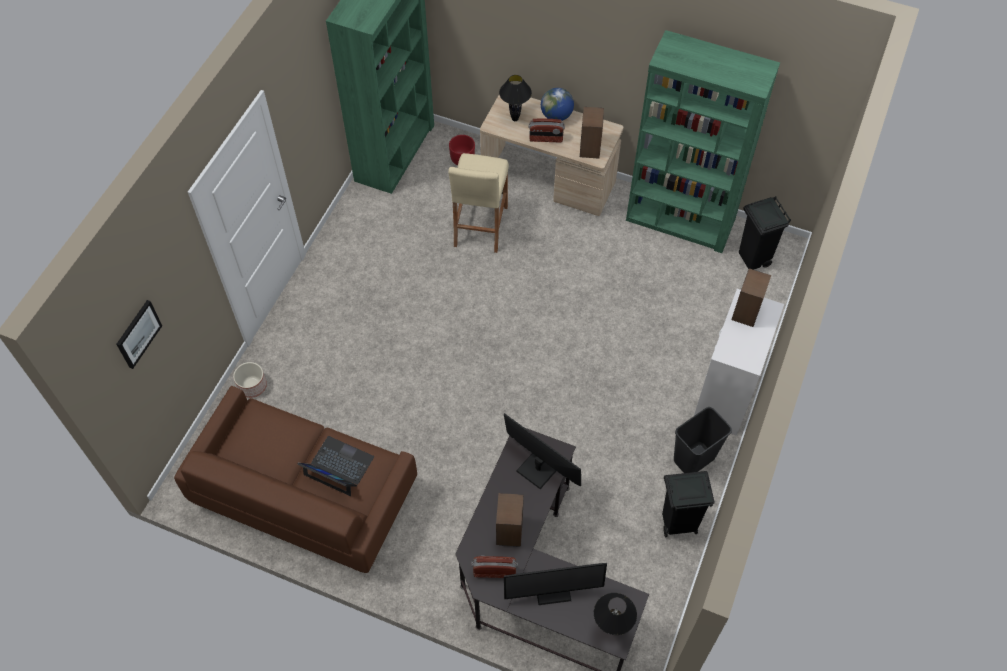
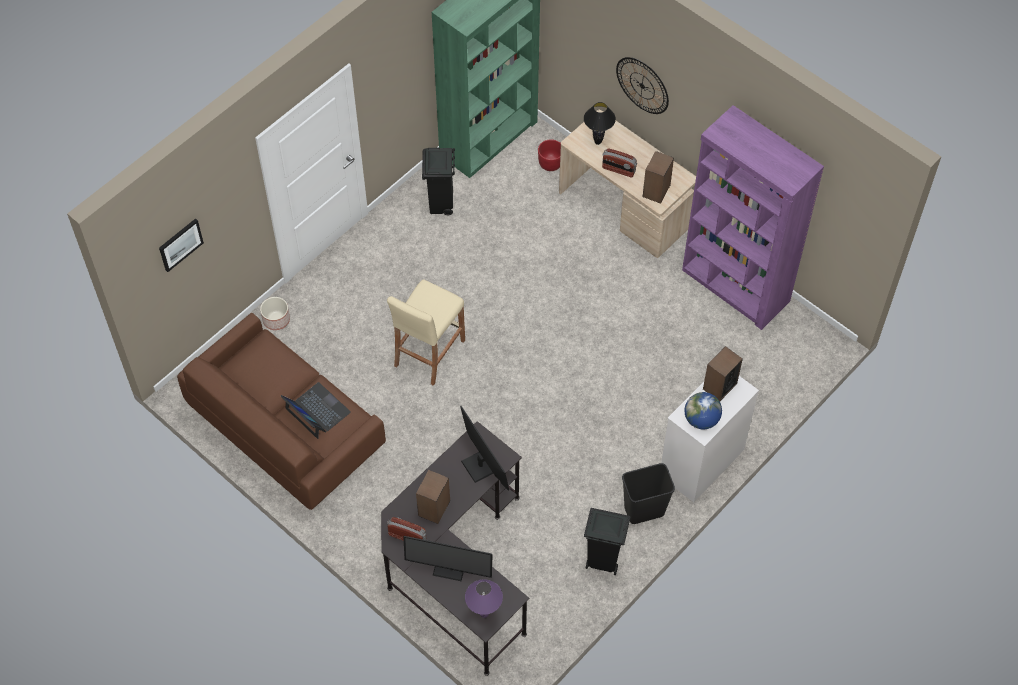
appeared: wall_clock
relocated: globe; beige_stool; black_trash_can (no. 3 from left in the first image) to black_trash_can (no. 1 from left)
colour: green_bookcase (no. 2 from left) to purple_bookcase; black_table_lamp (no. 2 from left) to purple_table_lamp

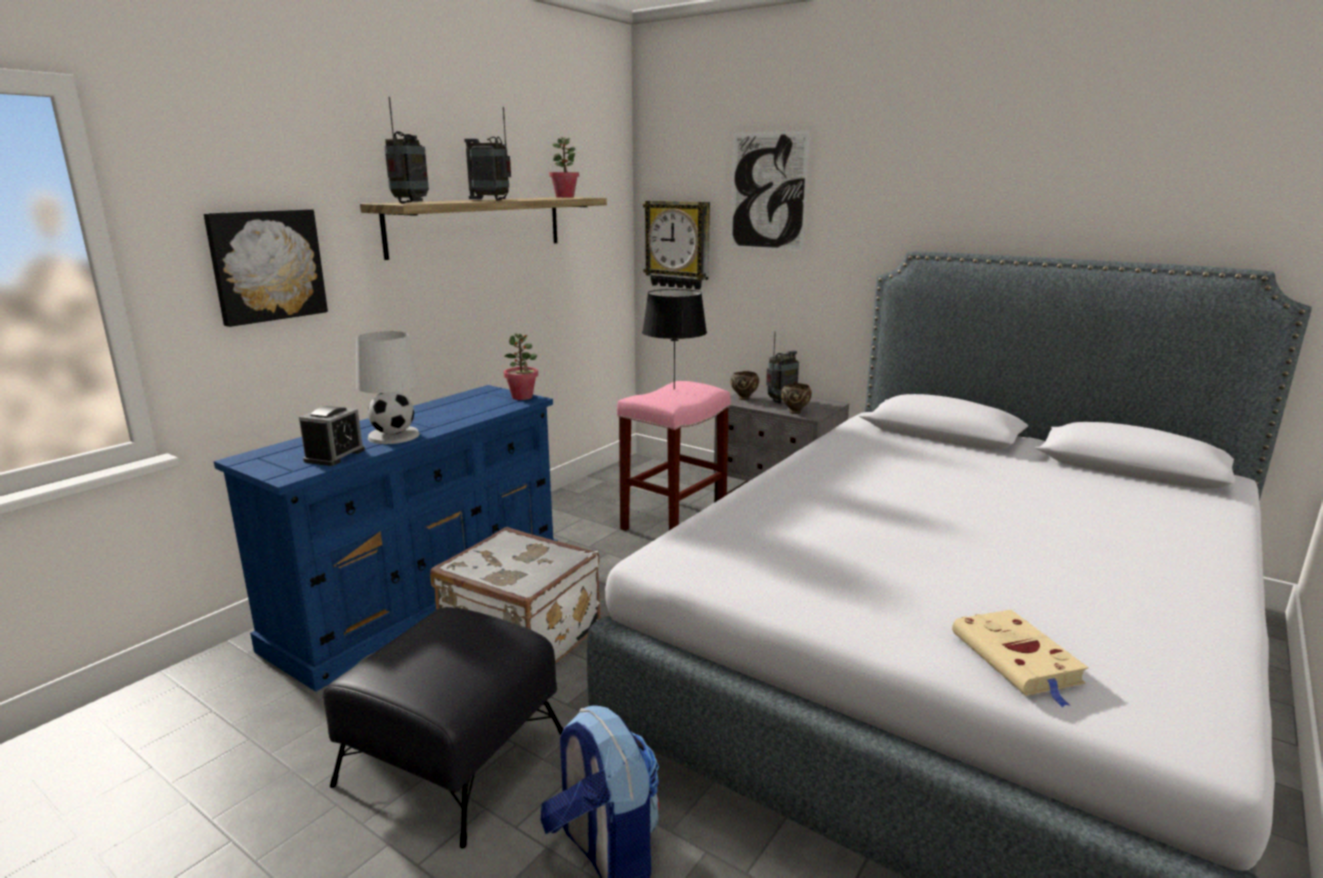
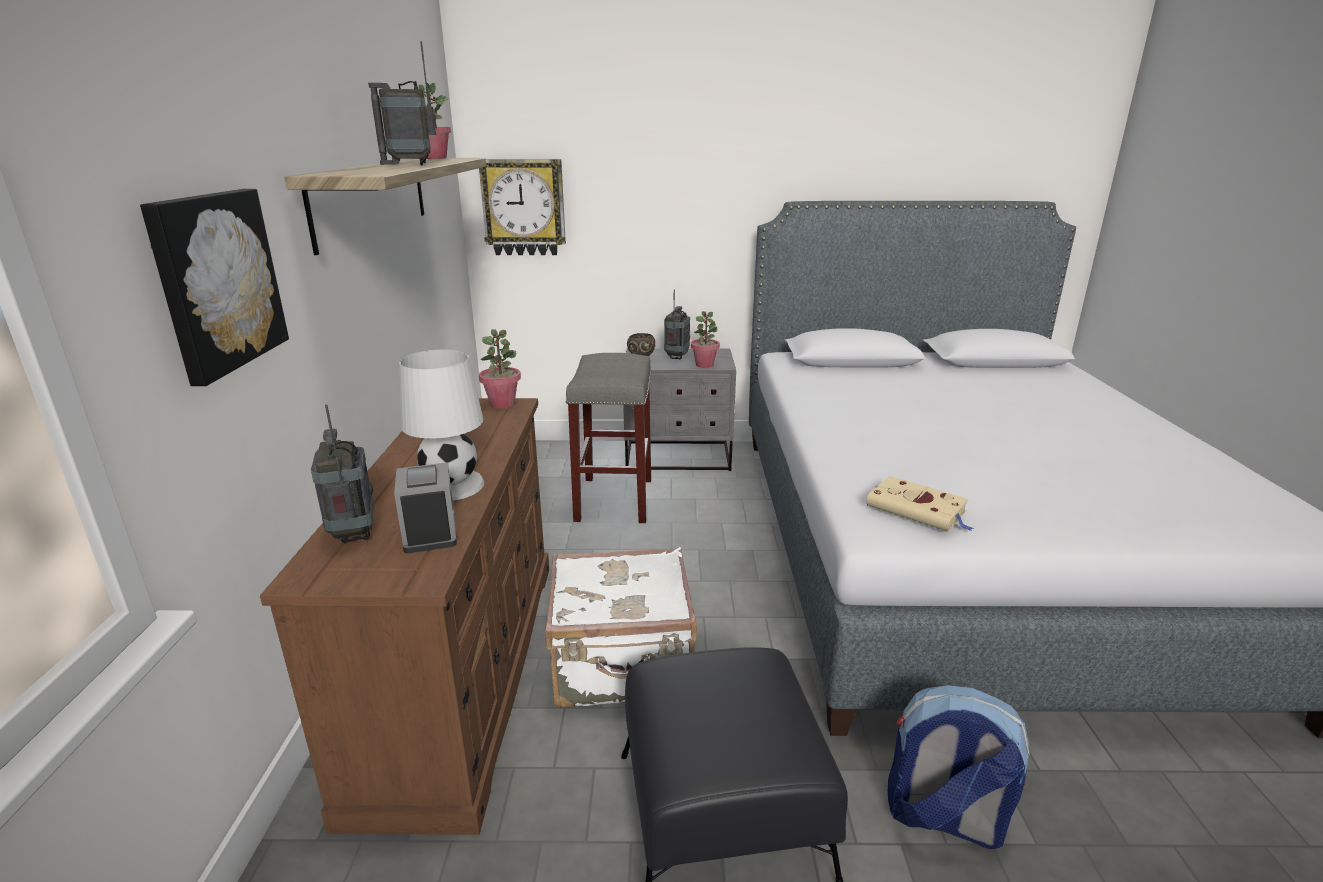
missing: picture (no. 2 from left); black_table_lamp
relocated: radio (no. 1 from left); beige_book
exchanged: brown_bowl (no. 2 from left) to potted_plant (no. 3 from left)
colour: pink_stool to grey_stool; blue_dresser to brown_dresser

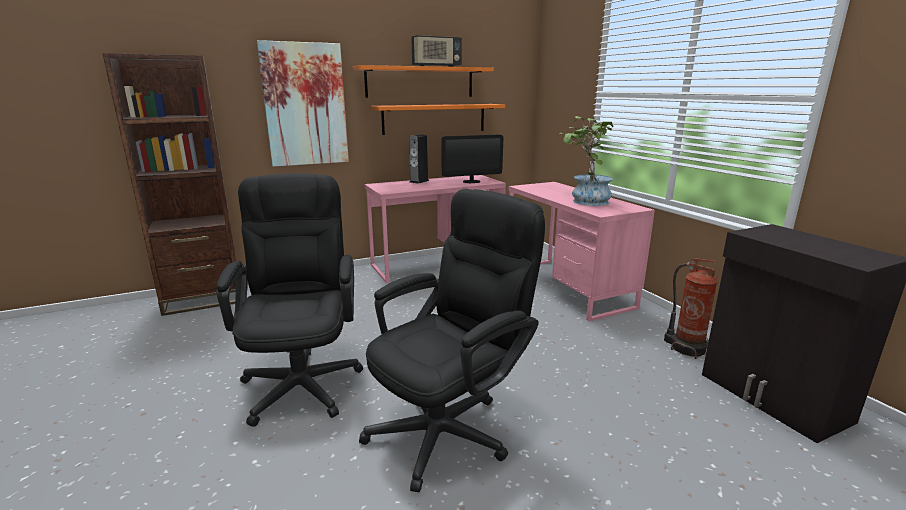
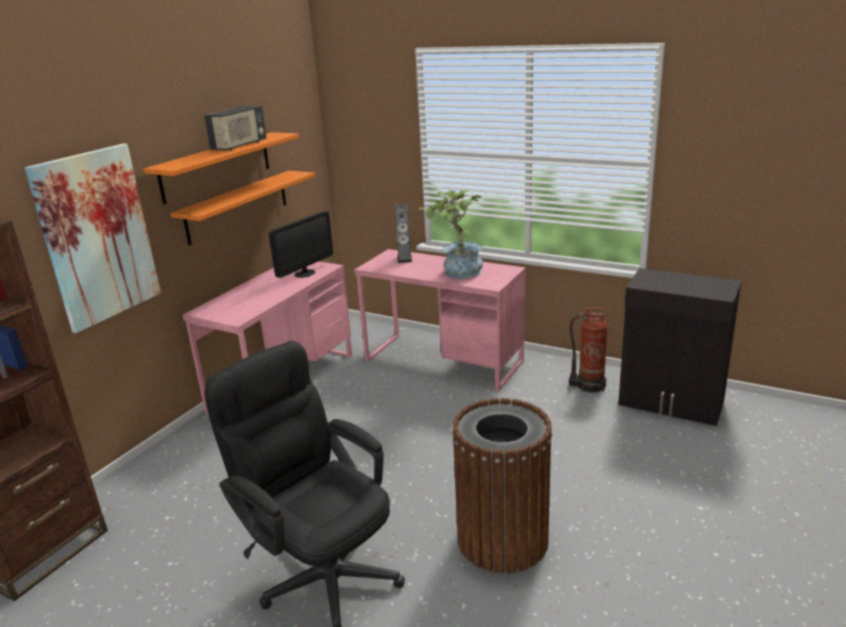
relocated: speaker
exchanged: black_office_chair (no. 2 from left) to brown_trash_can

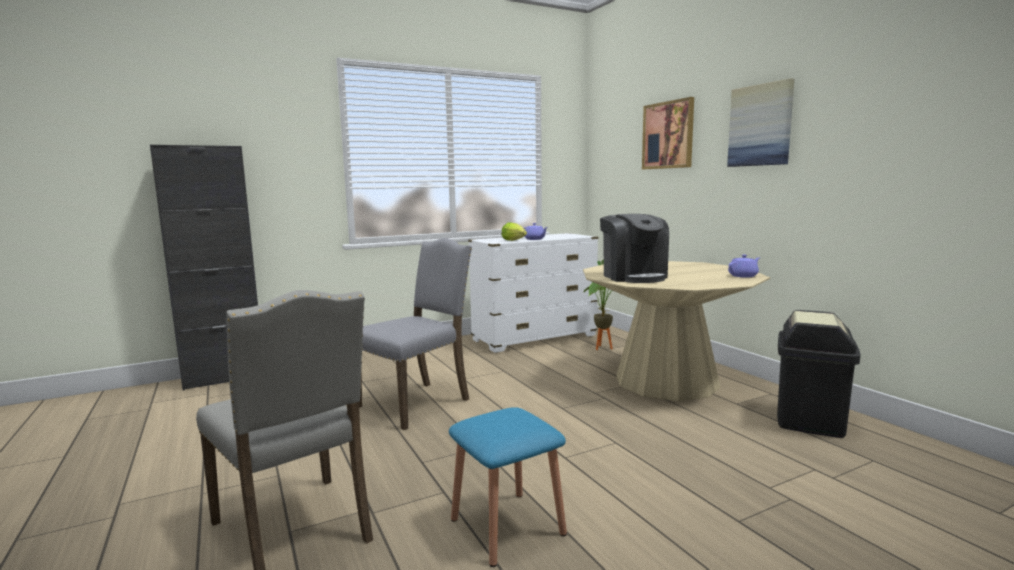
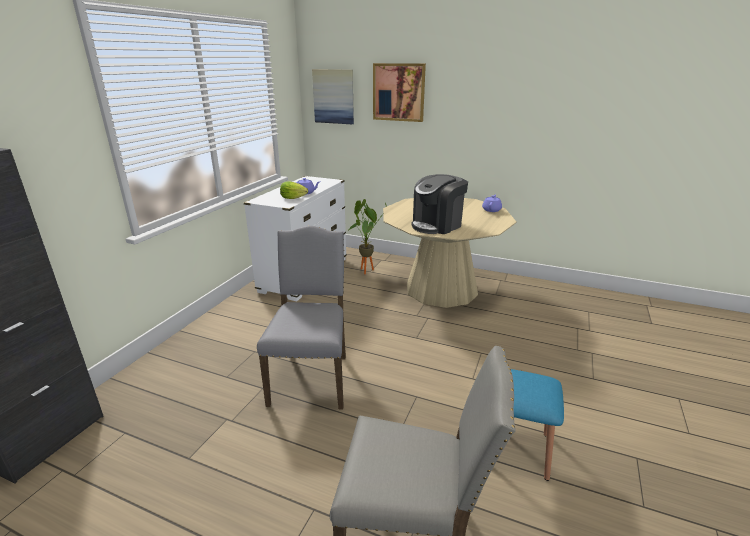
missing: black_trash_can
relocated: picture (no. 2 from left in the first image) to picture (no. 1 from left)
spun: coffee_machine 105 degrees clockwise

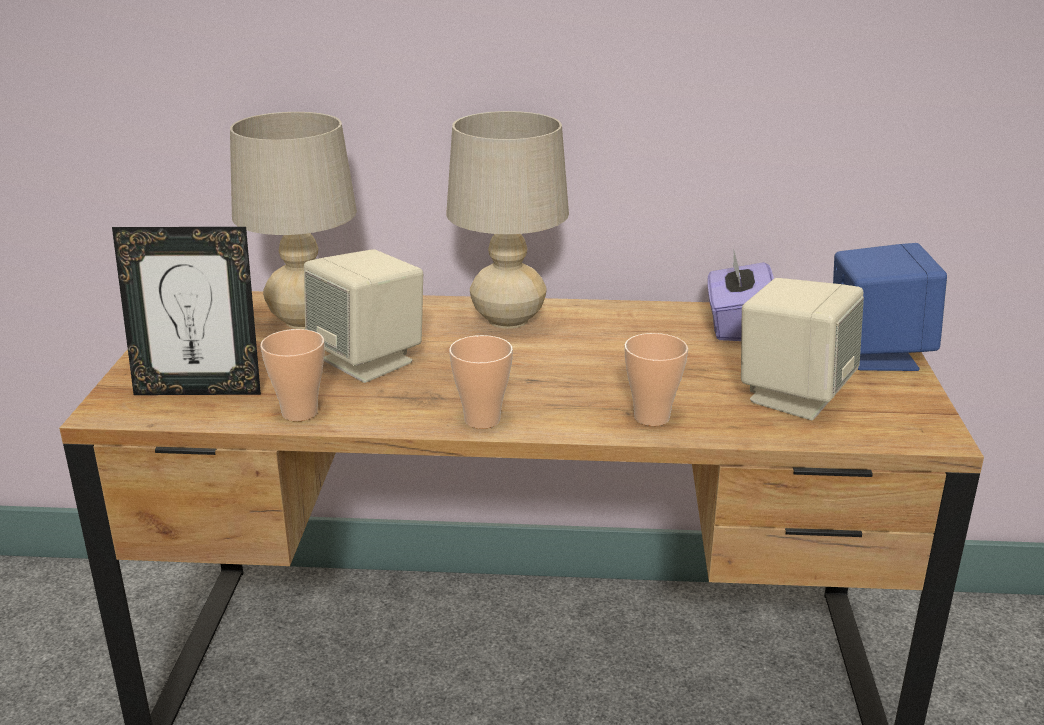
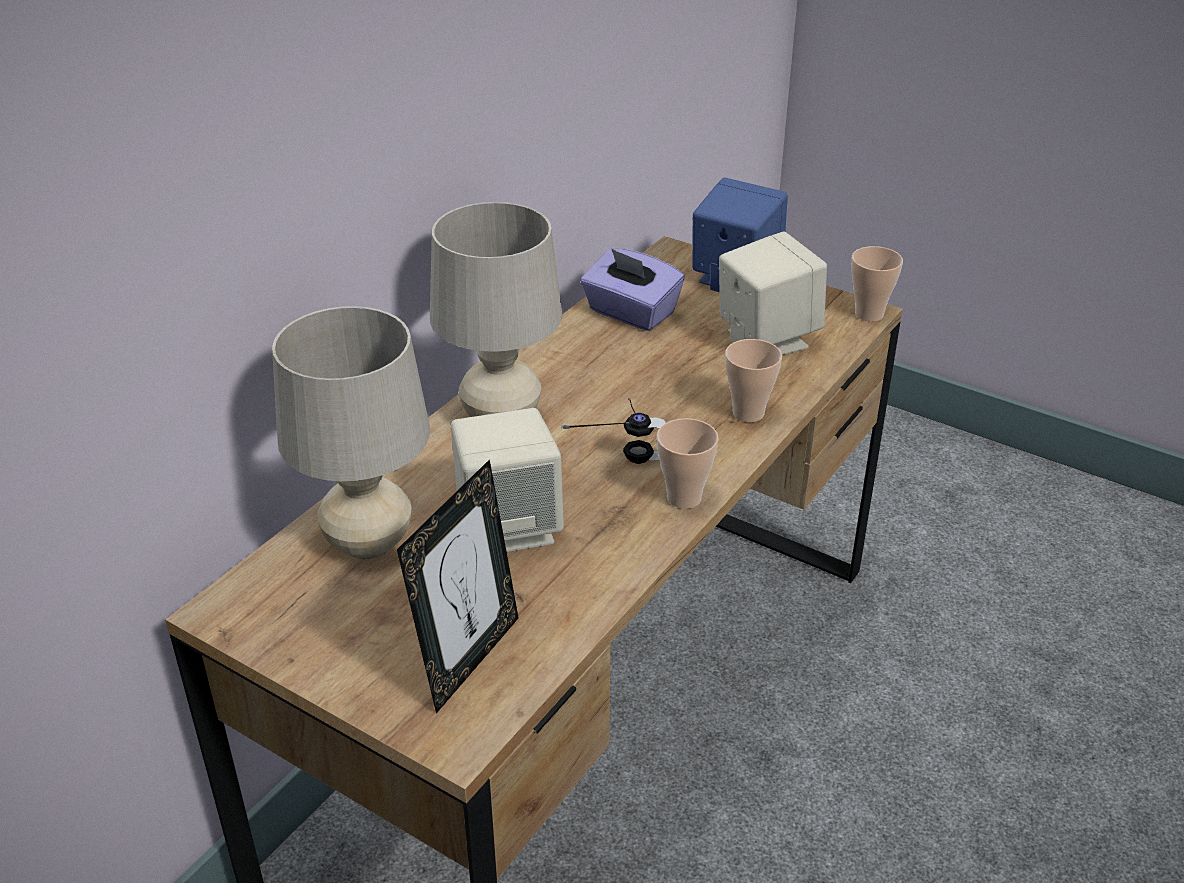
appeared: headphones
relocated: cup (no. 1 from left in the first image) to cup (no. 3 from left)

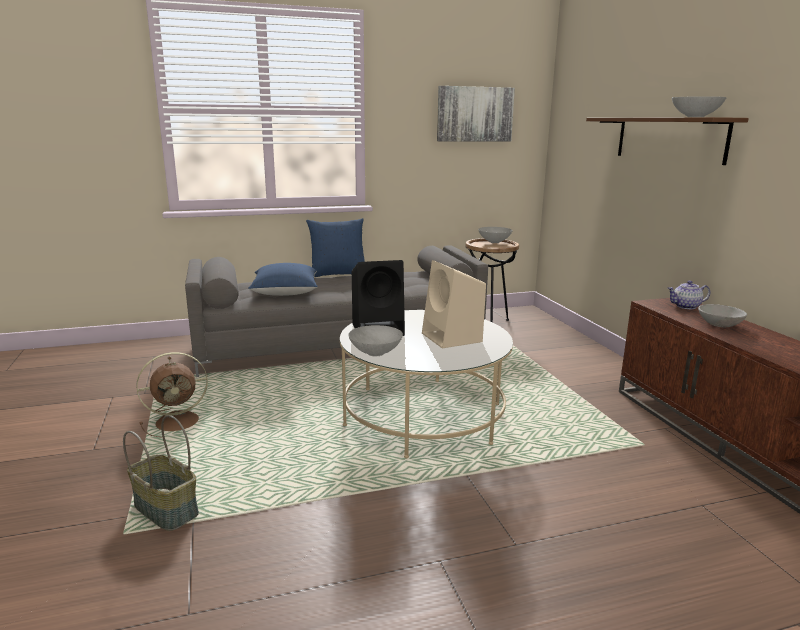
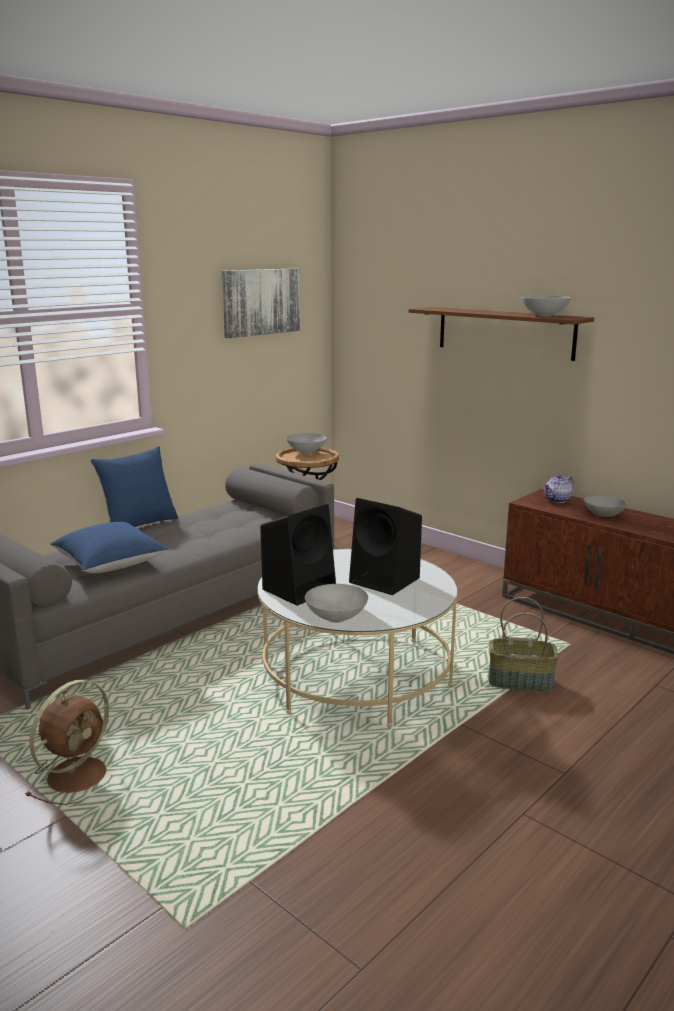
relocated: basket
colour: beige_speaker to black_speaker (no. 2 from left)

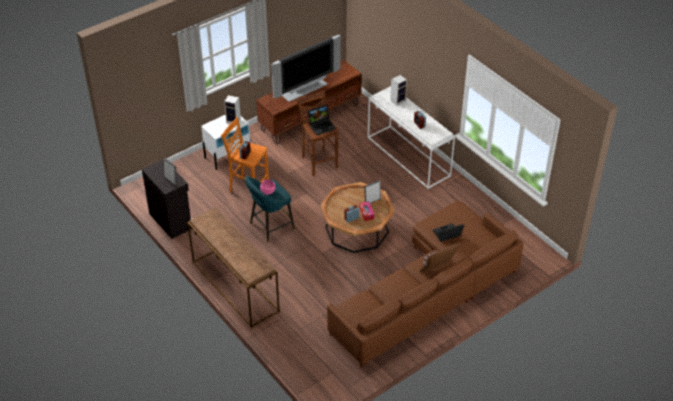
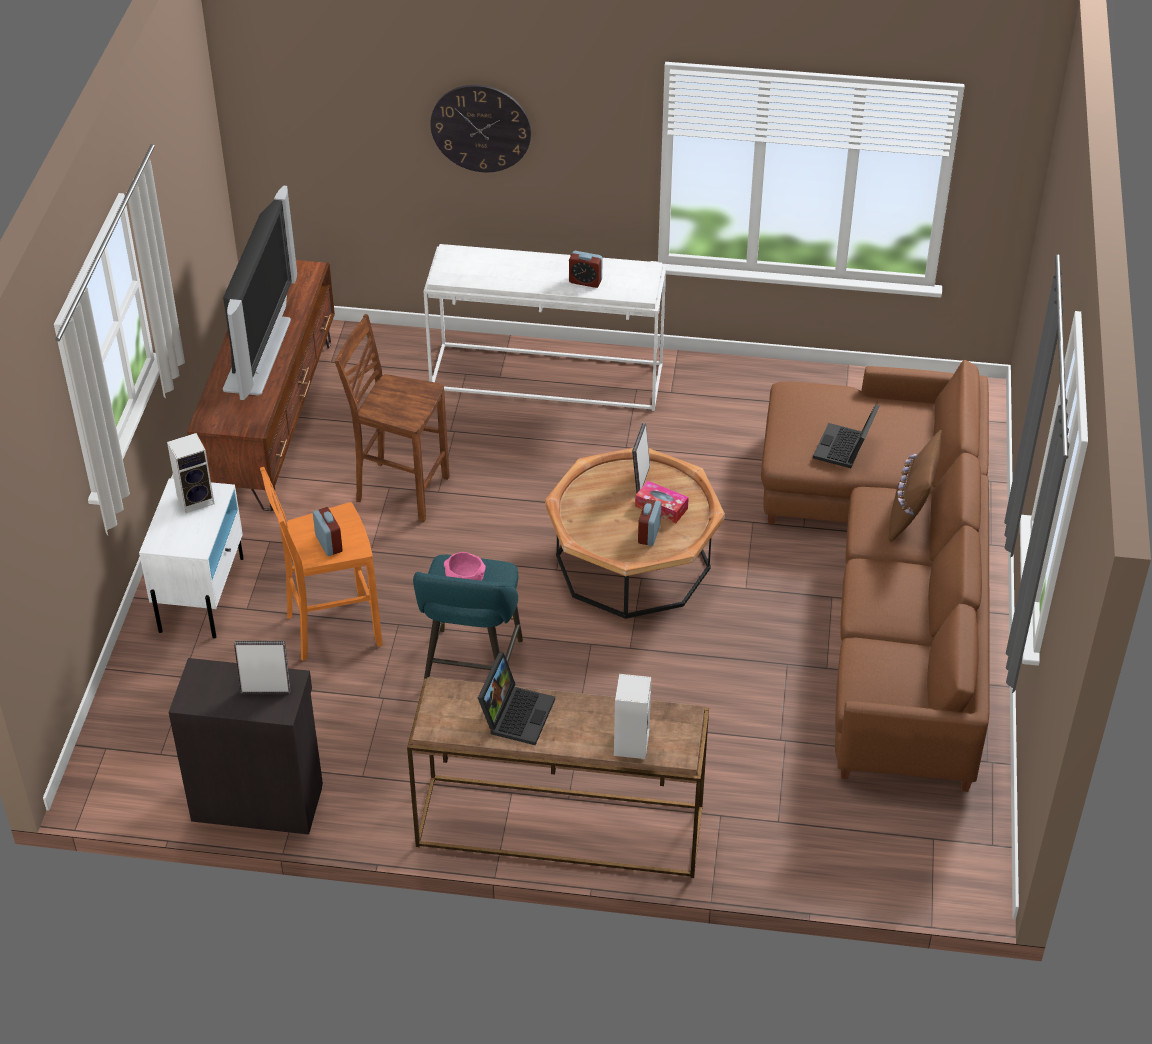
appeared: wall_clock
relocated: speaker (no. 2 from left); laptop (no. 1 from left)

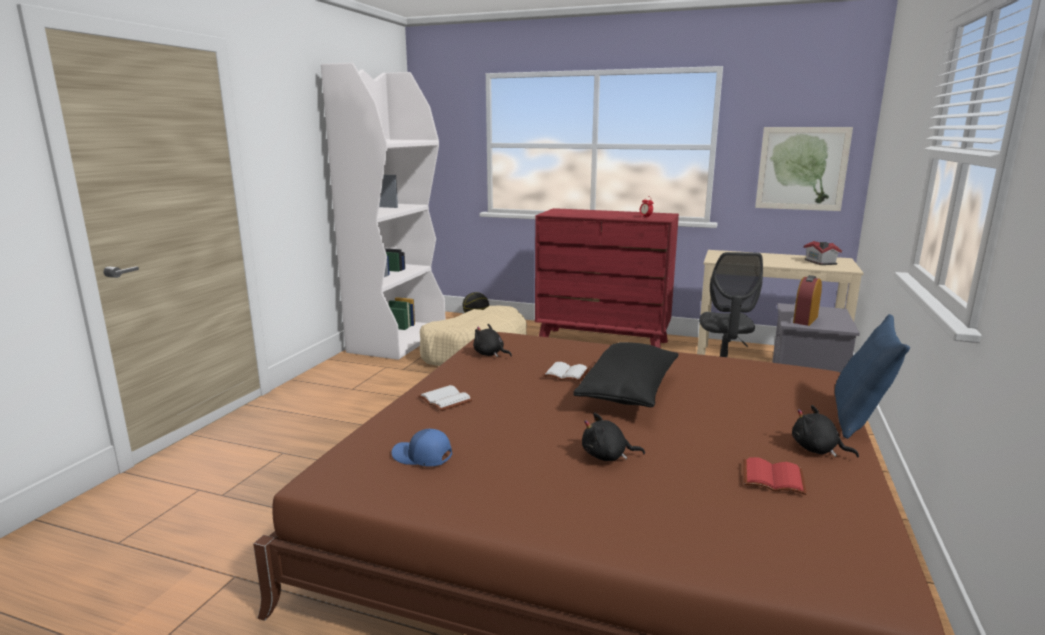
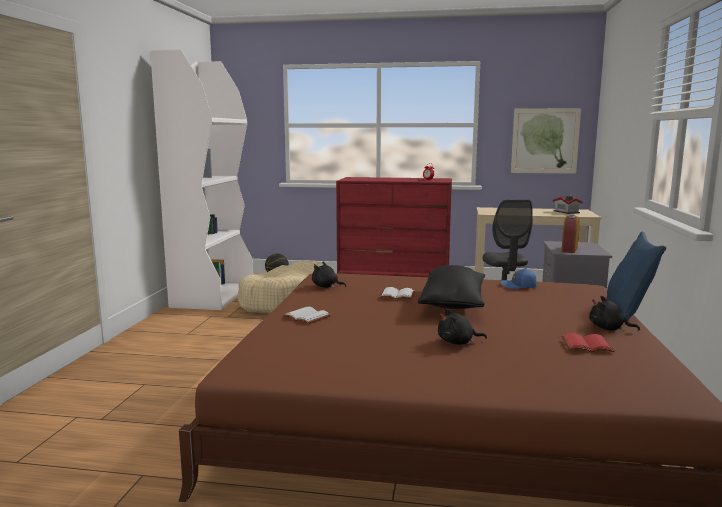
relocated: blue_cap

